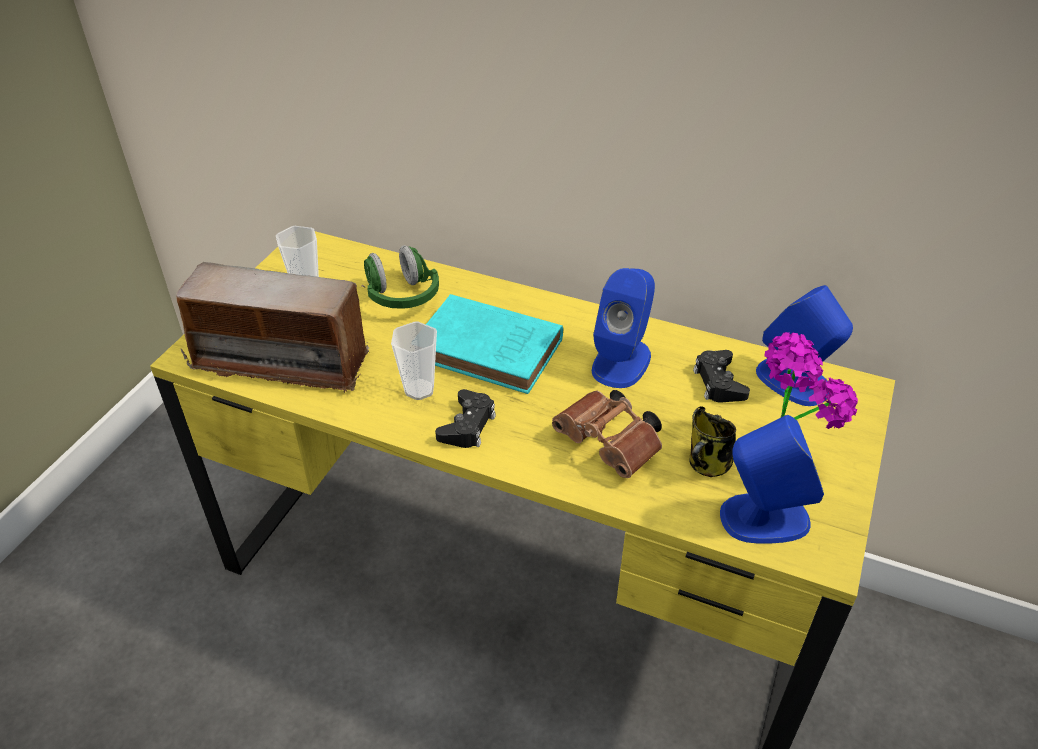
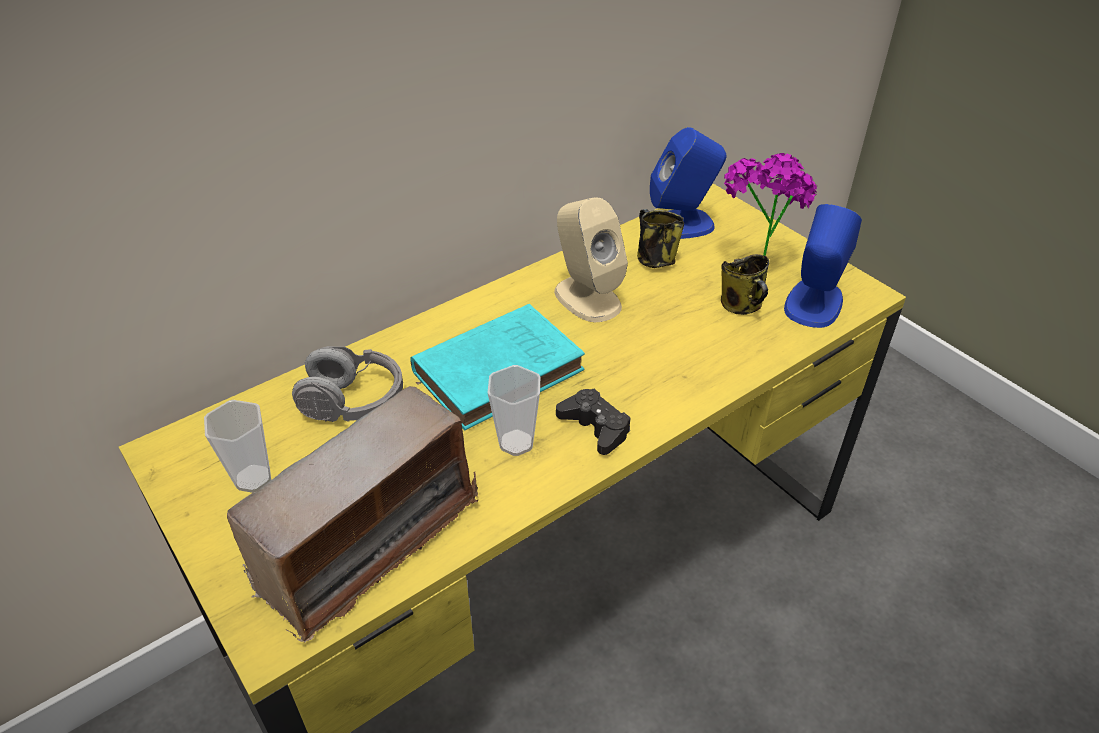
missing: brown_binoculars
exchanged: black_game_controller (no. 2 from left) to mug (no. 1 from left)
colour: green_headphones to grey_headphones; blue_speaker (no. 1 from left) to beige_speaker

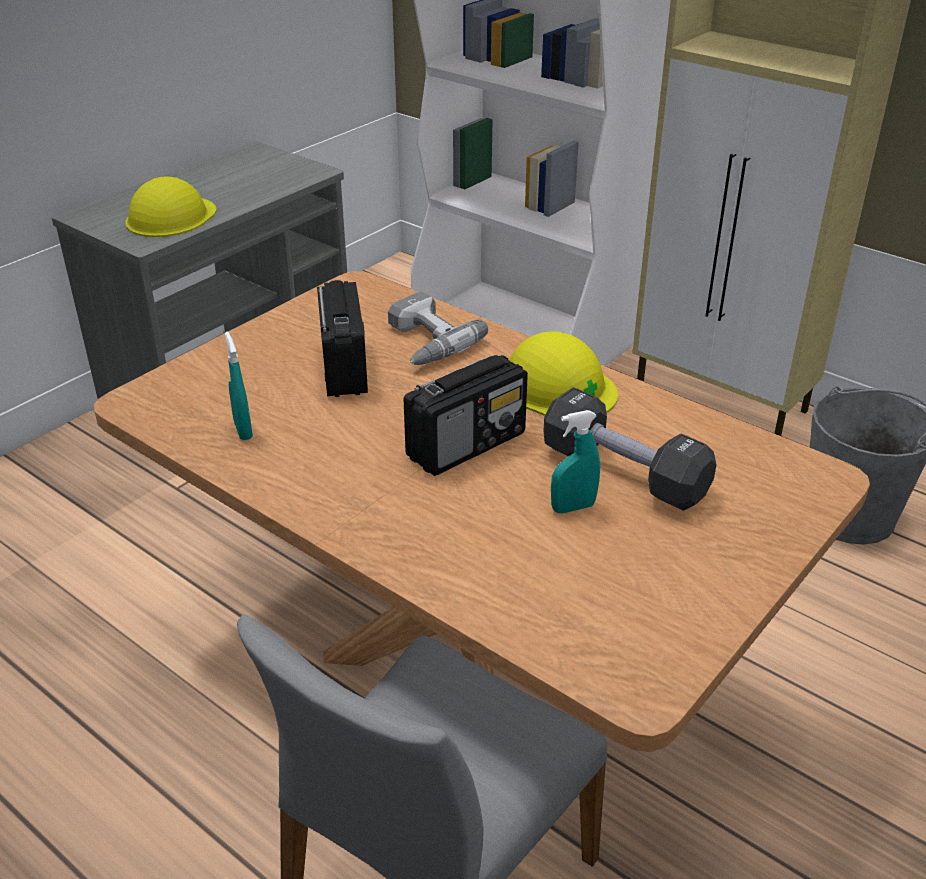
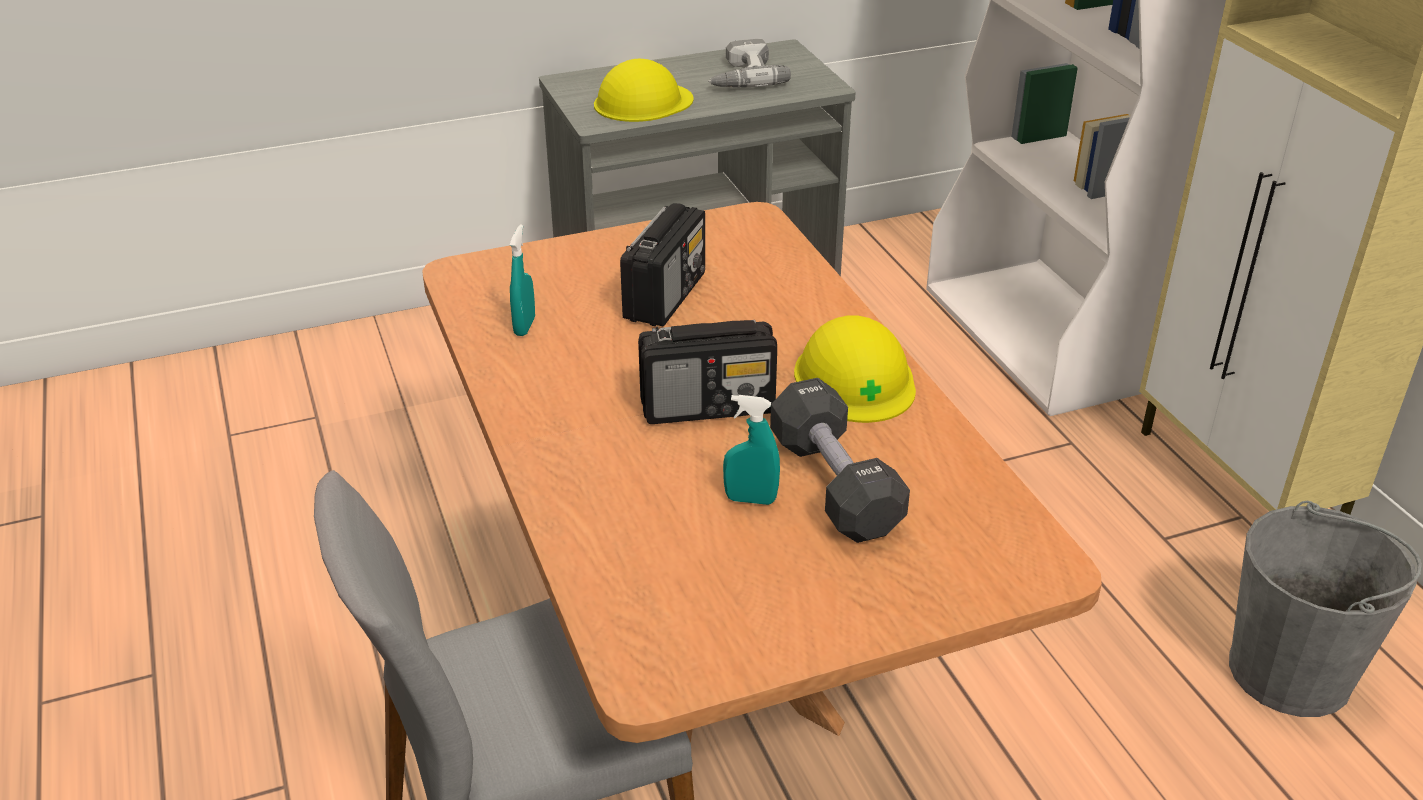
relocated: power_drill

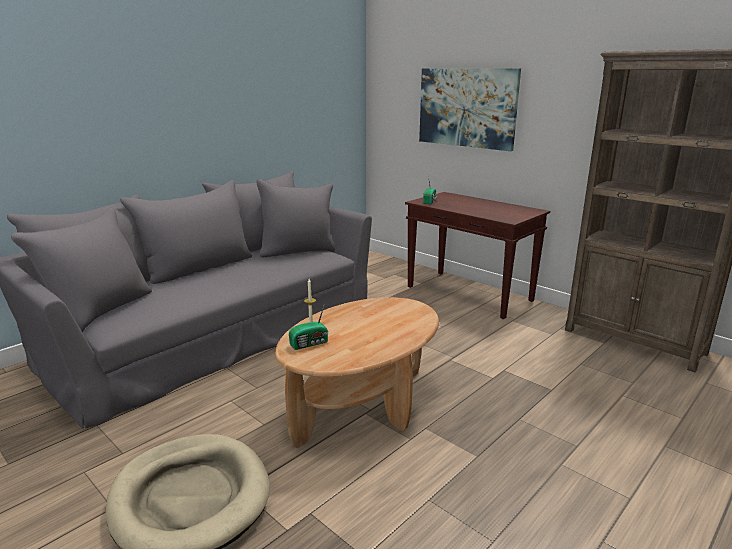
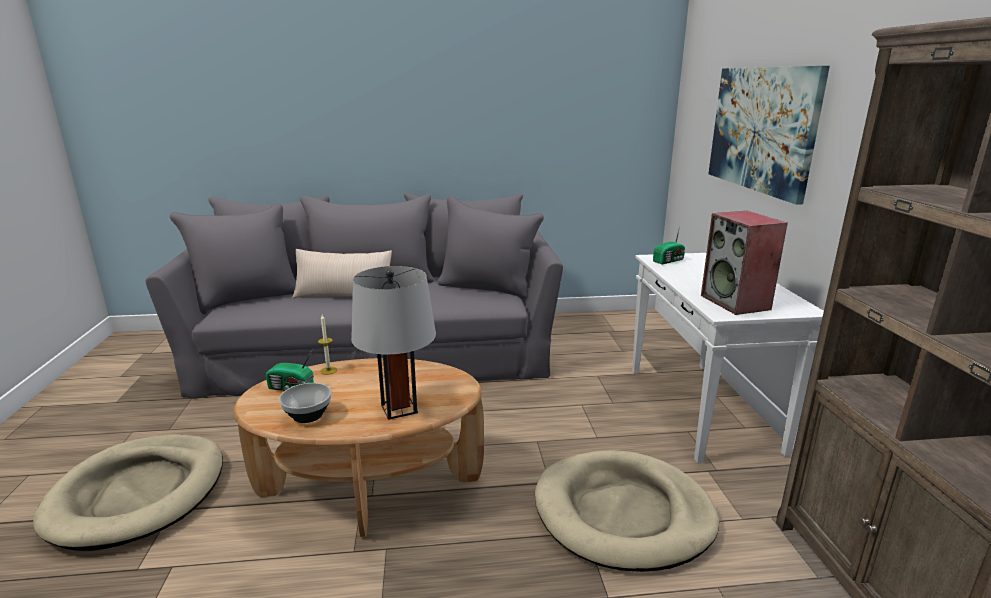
appeared: speaker; beige_pillow; grey_table_lamp; bowl; beige_dog_bed (no. 2 from left)
colour: brown_console_table to white_console_table

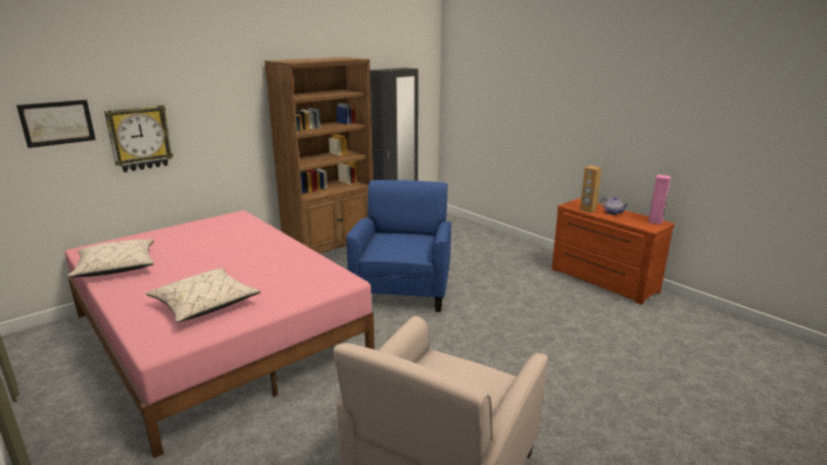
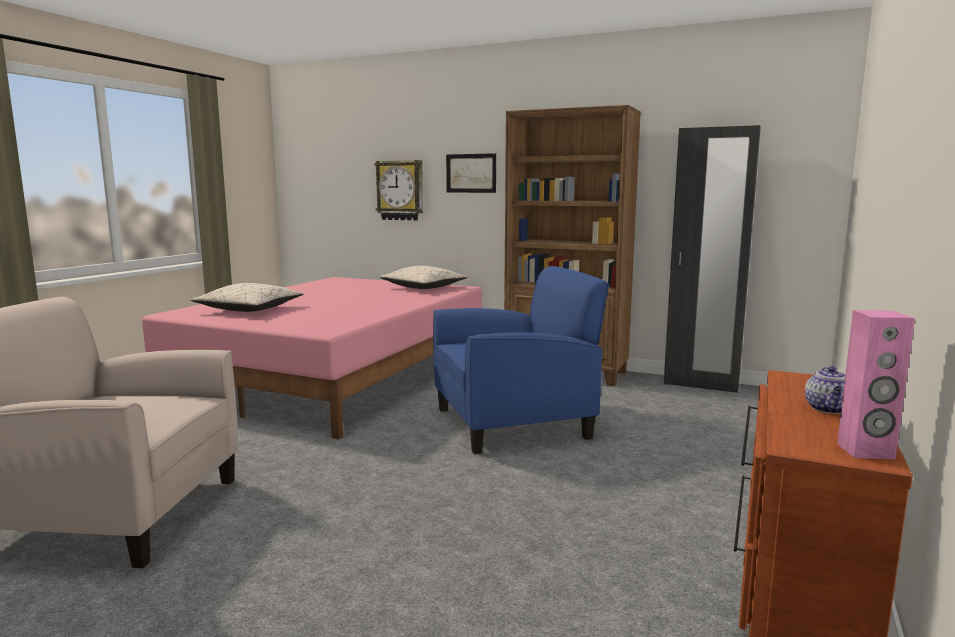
missing: brown_speaker
relocated: picture; beige_pillow (no. 1 from left in the first image) to beige_pillow (no. 2 from left)

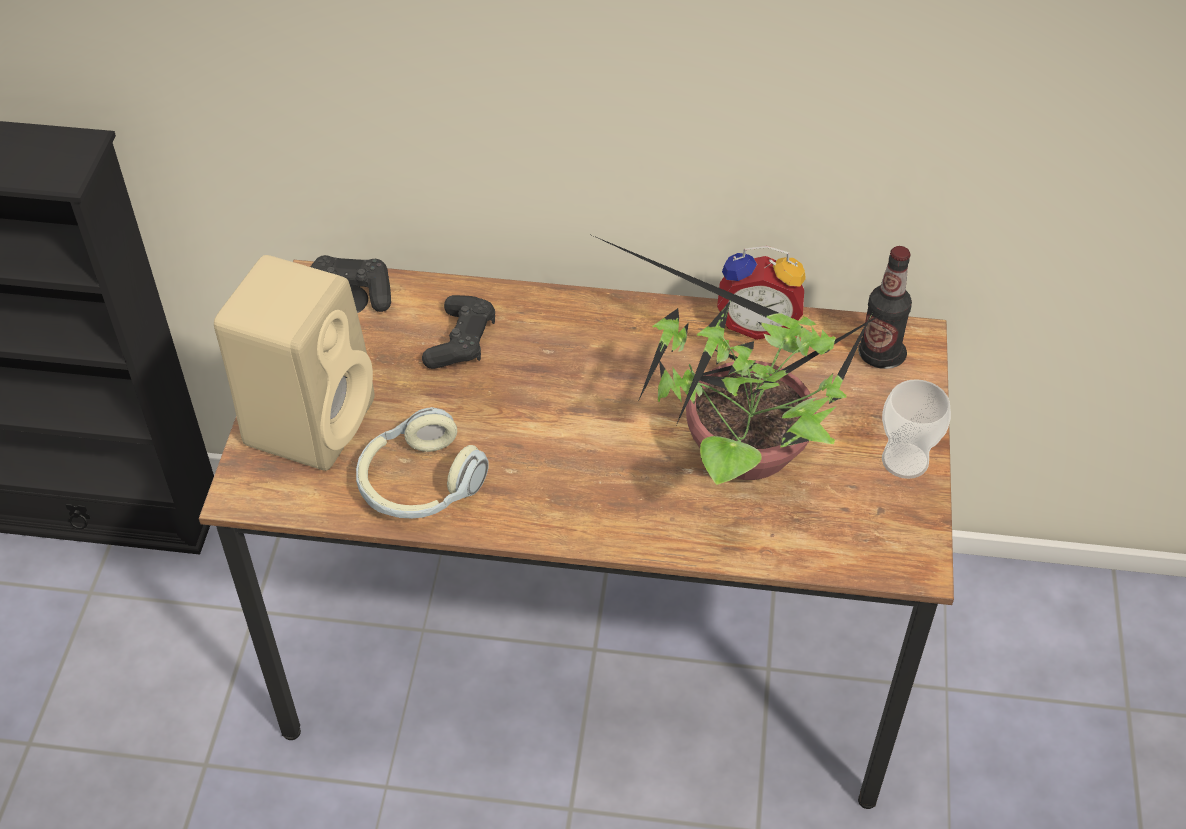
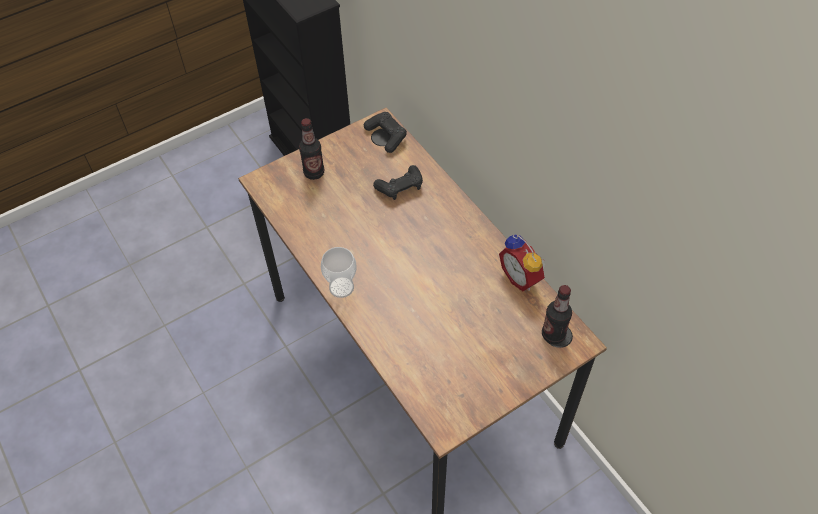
missing: potted_plant; headphones
relocated: cup
exchanged: beige_speaker to bottle (no. 1 from left)

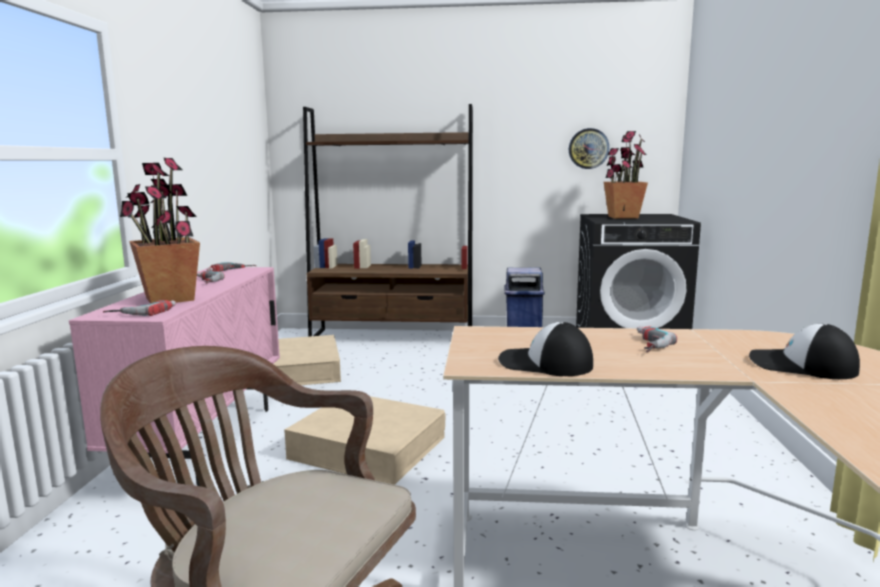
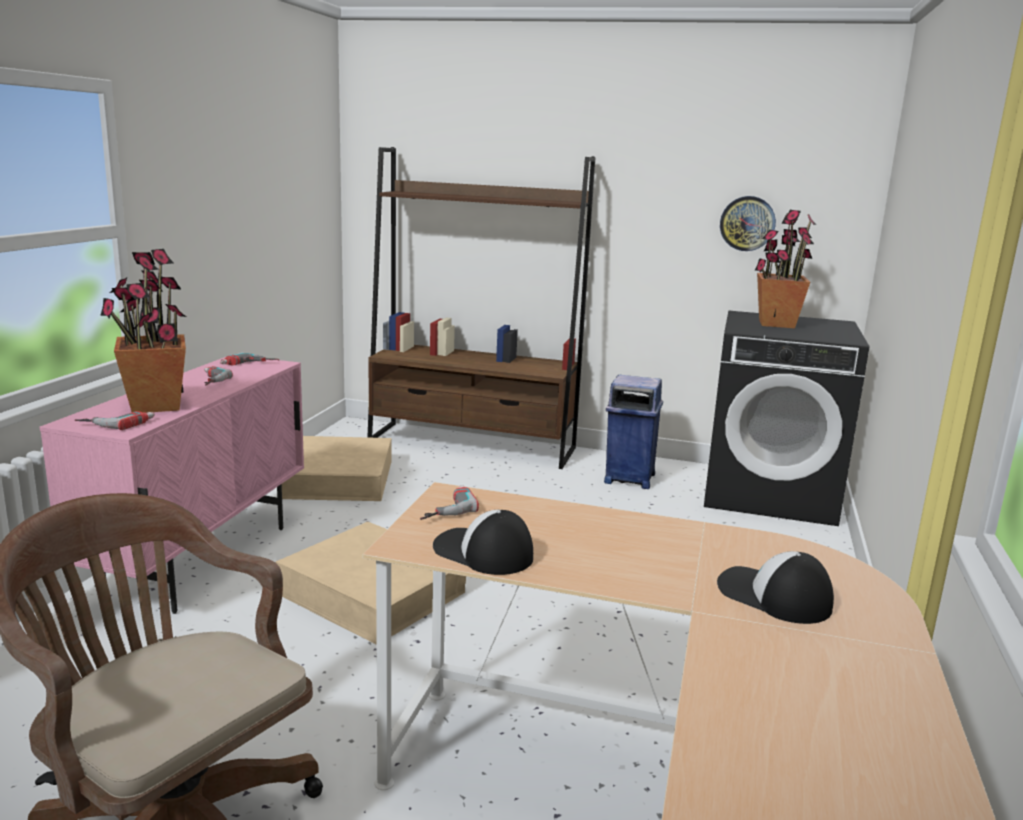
relocated: power_drill (no. 4 from left)

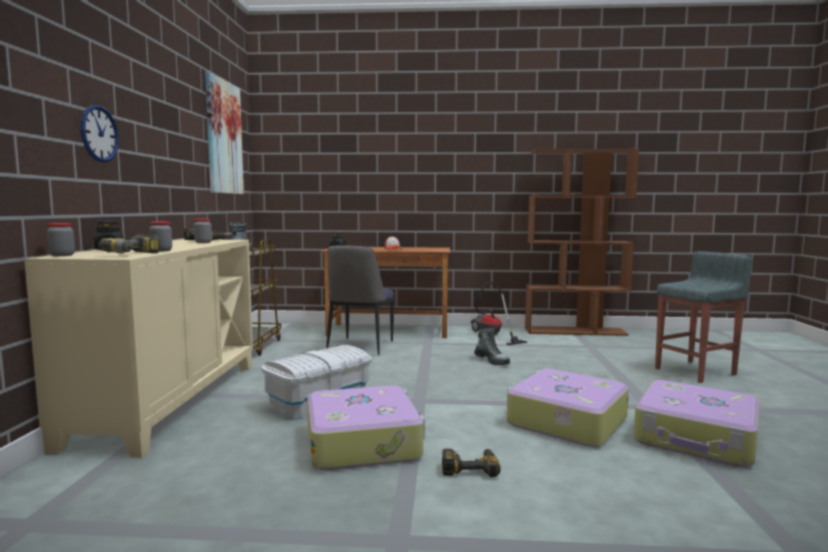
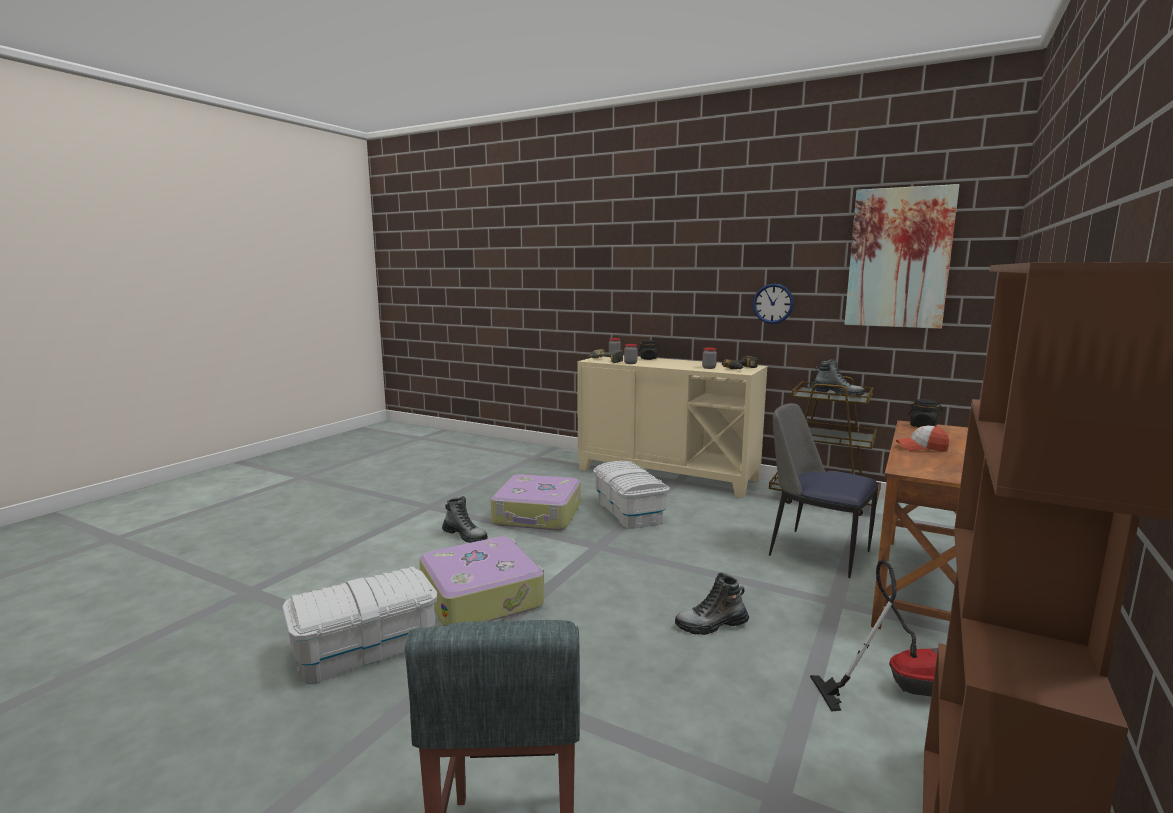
relocated: wall_clock
exchanged: suitcase (no. 3 from left) to white_storage_box (no. 1 from left); power_drill (no. 3 from left) to boot (no. 1 from left)

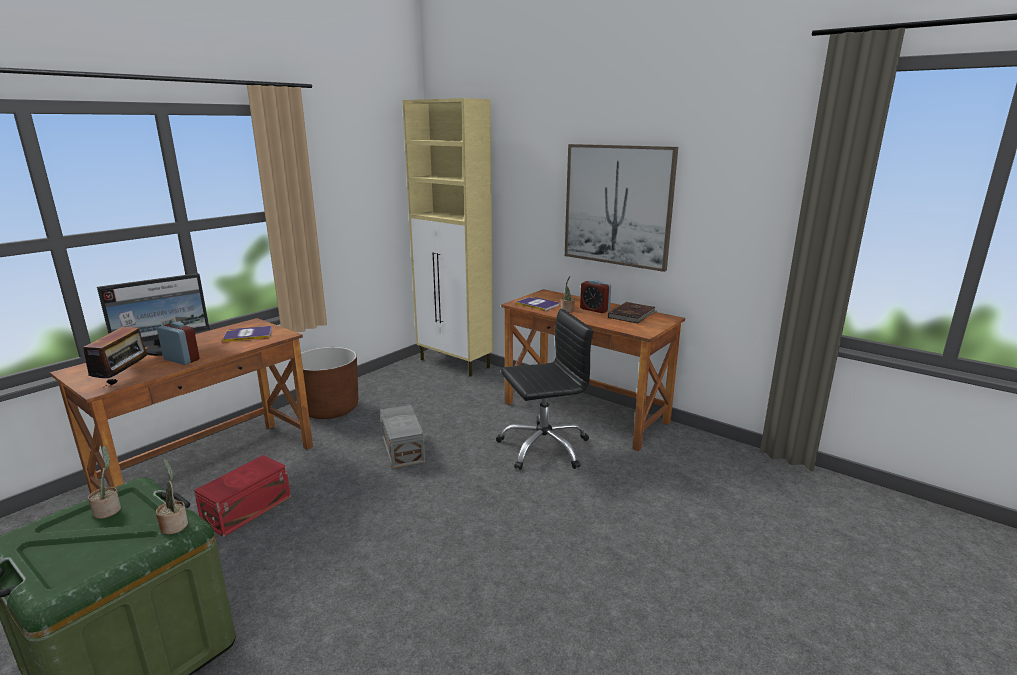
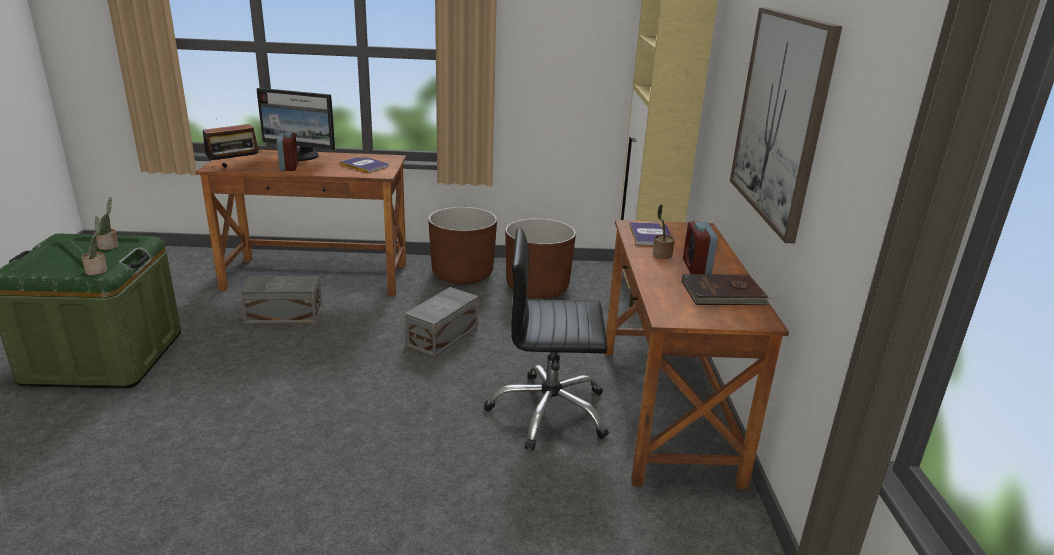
appeared: brown_planter (no. 2 from left)
colour: red_storage_box to grey_storage_box (no. 1 from left)
spun: black_office_chair 150 degrees clockwise

